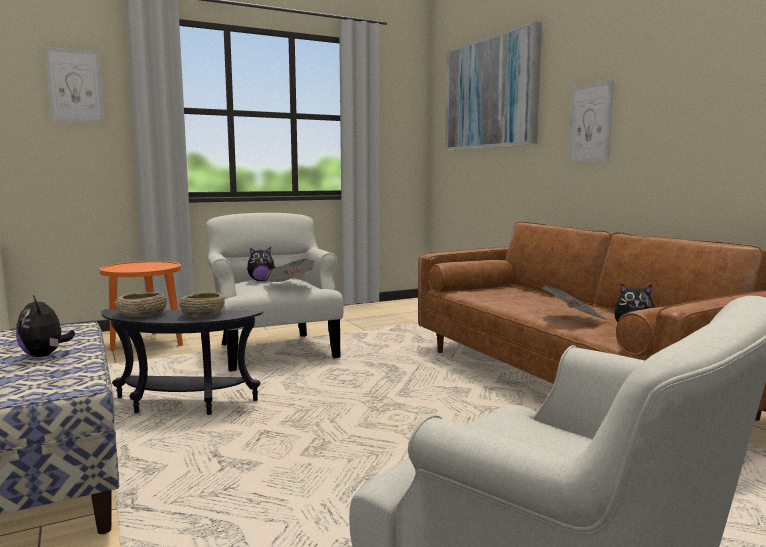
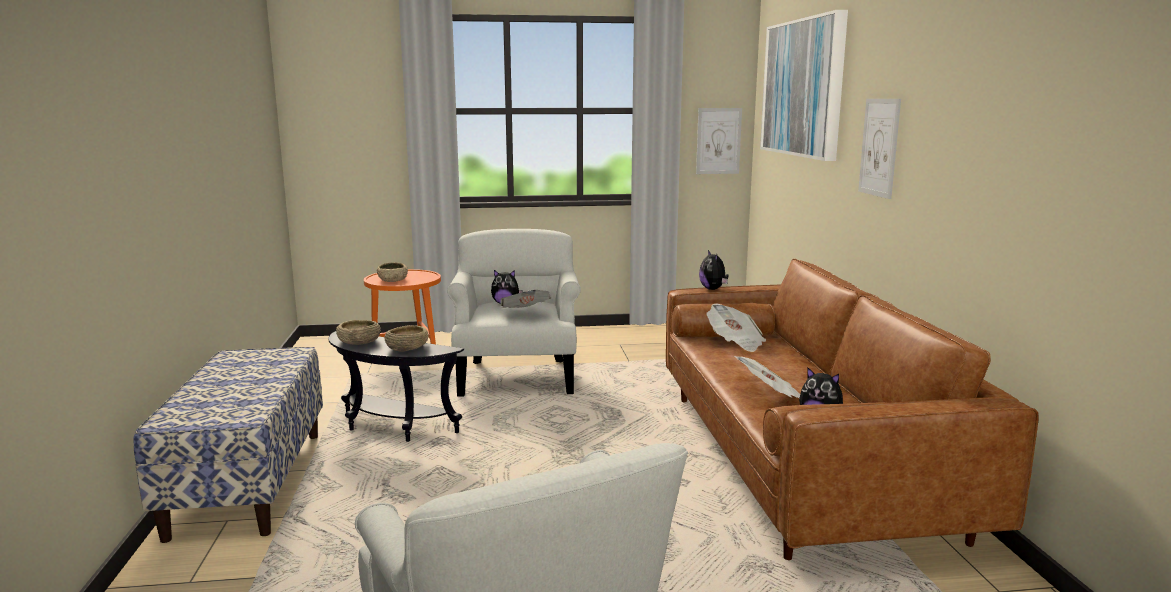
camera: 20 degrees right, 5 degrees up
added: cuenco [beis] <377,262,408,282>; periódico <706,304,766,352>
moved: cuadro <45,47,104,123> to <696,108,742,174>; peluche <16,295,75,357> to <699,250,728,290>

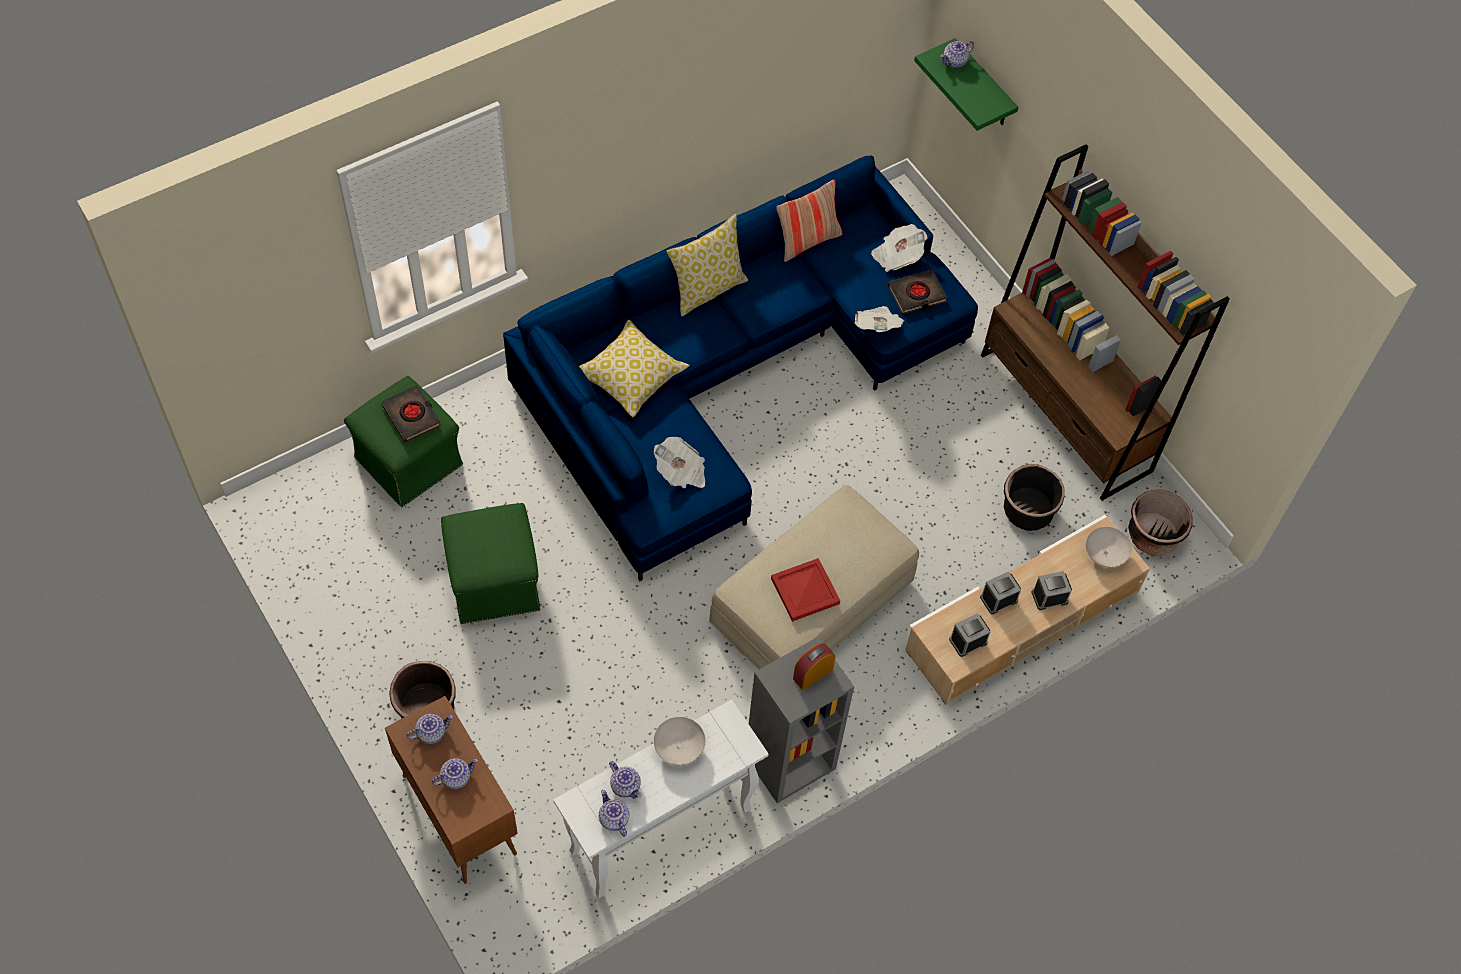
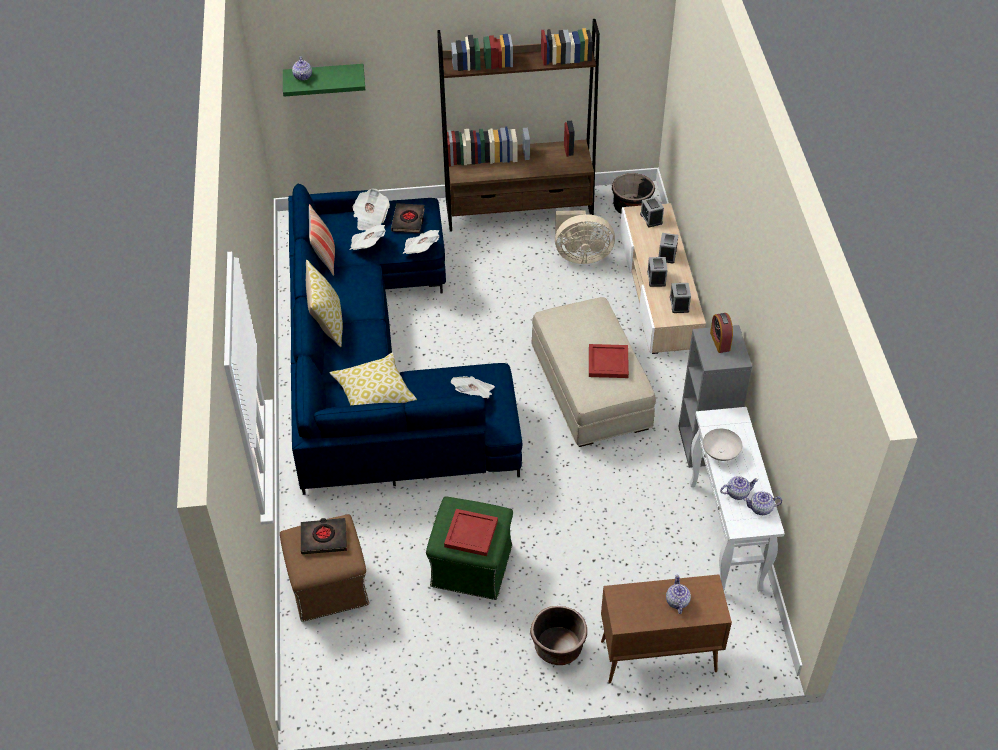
camera: 60 degrees left, 10 degrees down
removed: tetera <406,714,453,744>
added: periódico <350,225,386,250>; bandeja [rojo] <444,509,498,556>
replaced: maceta [negro] <1004,464,1064,531> to ventilador [beis] <555,210,615,264>; cuenco [blanco] <1086,527,1132,568> to despertador <640,197,664,228>
recoloured: puf [verde] <344,376,463,507> to puf [marrón] <280,514,369,622>

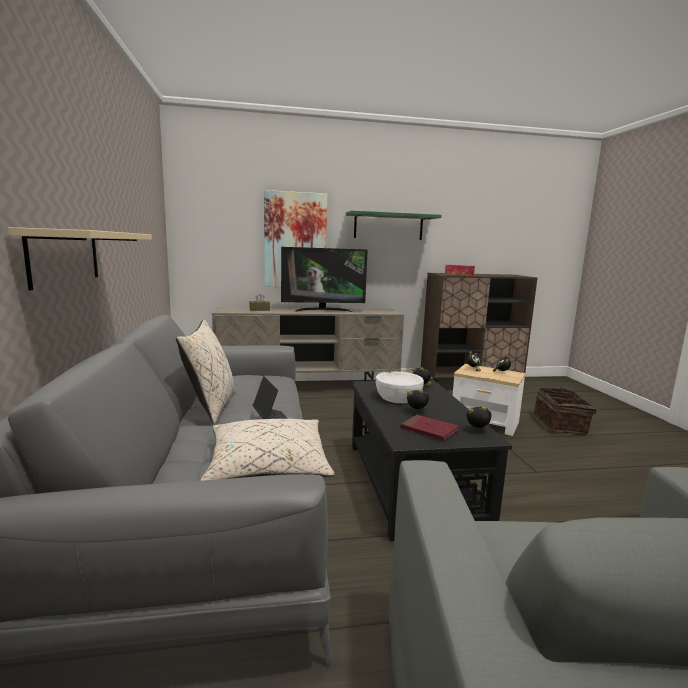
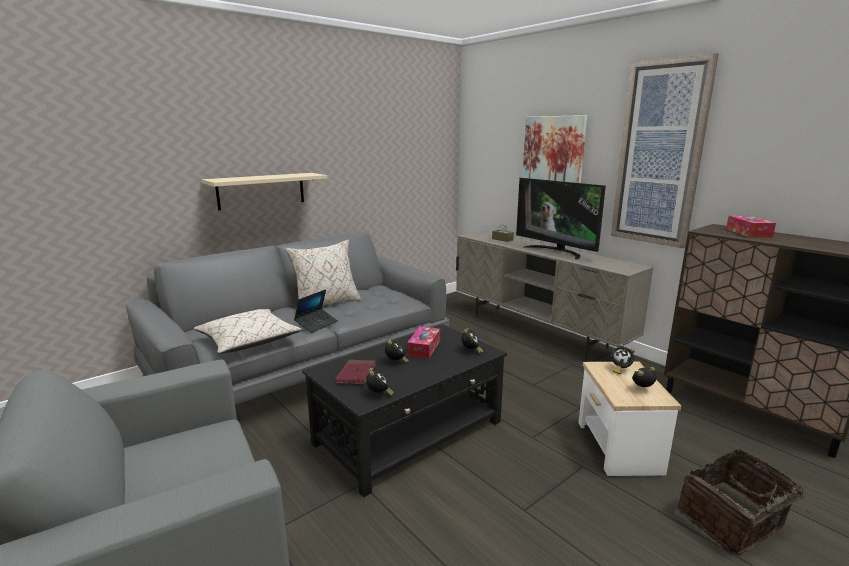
camera: 60 degrees right, 5 degrees up
replaced: estante [verde] <346,211,442,240> to cuadro <611,53,719,248>; cuenco [blanco] <376,371,424,403> to caja de pañuelos <407,326,440,359>

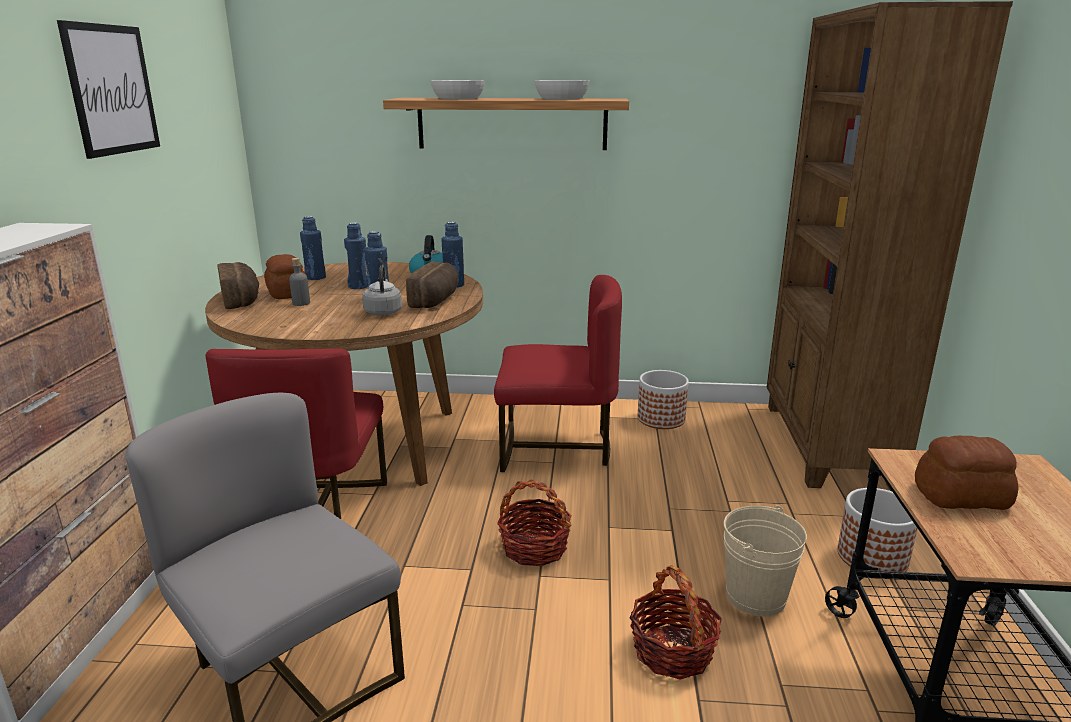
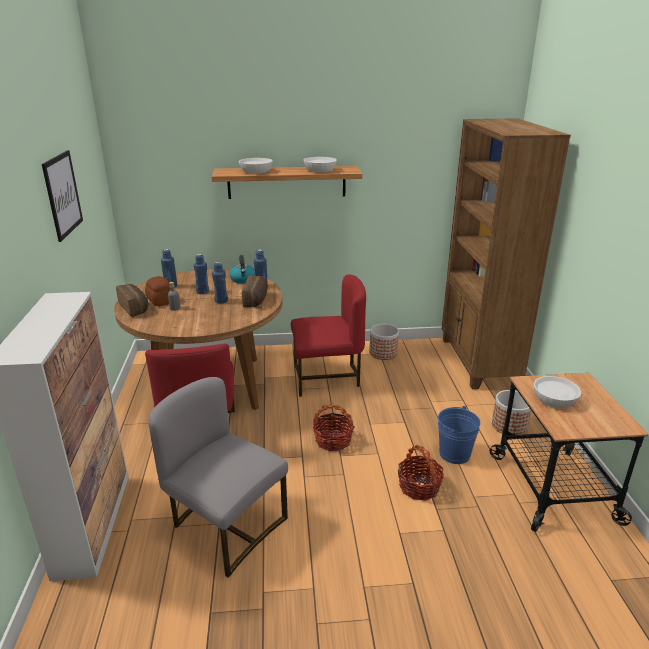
camera: 10 degrees left, 5 degrees up
removed: hervidor [gris] <362,265,402,316>
replaced: pan <915,435,1018,510> to cuenco [blanco] <534,376,581,408>
recoloured: cubo [beis] <724,505,807,617> to cubo [azul] <438,406,480,464>

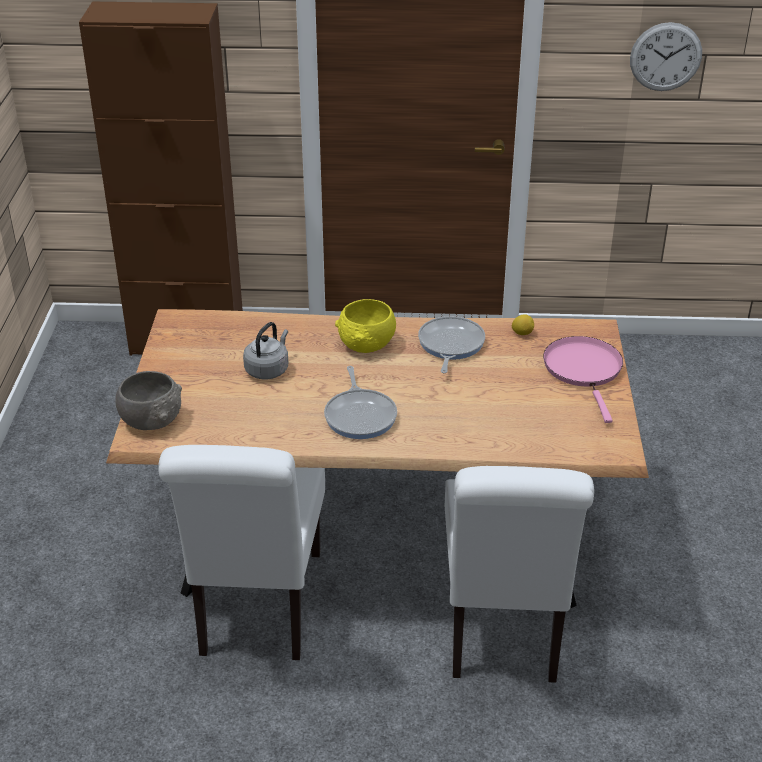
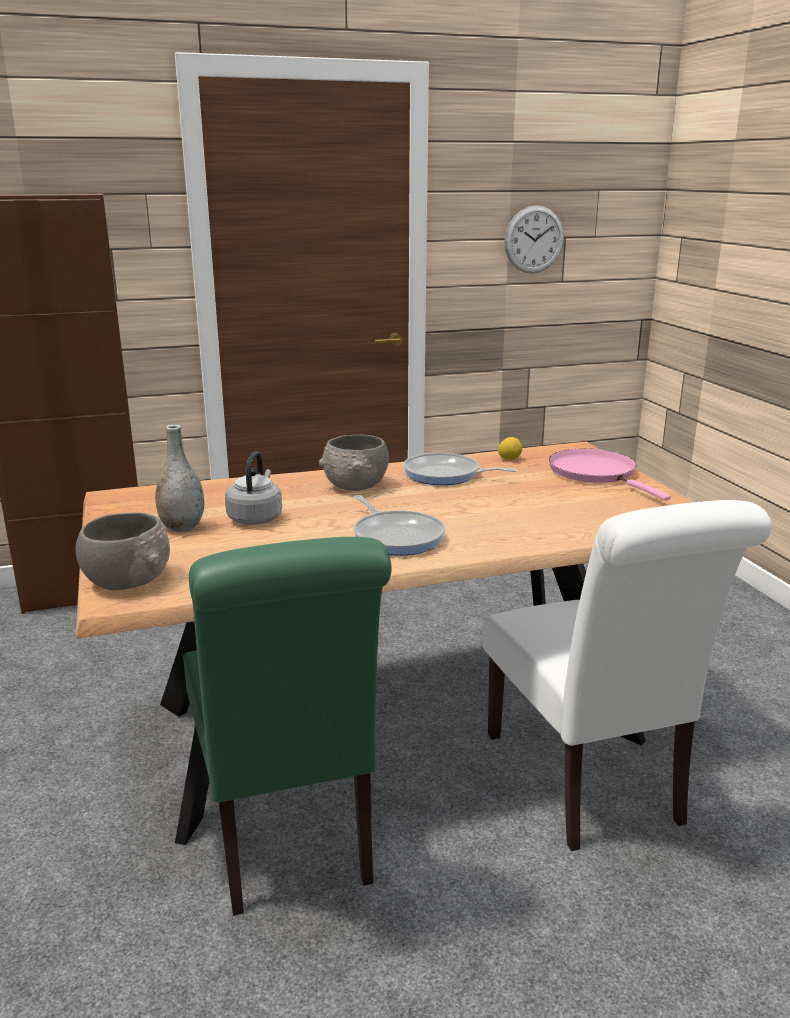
camera: 20 degrees left, 15 degrees down
added: florero [gris] <155,425,204,532>
recoloured: cuenco [amarillo] <335,299,396,353> to cuenco [gris] <319,435,389,491>; silla [blanco] <158,445,325,660> to silla [verde] <183,537,392,916>
turned: sartén <418,316,485,373> = <403,453,517,485> 60 degrees counterclockwise

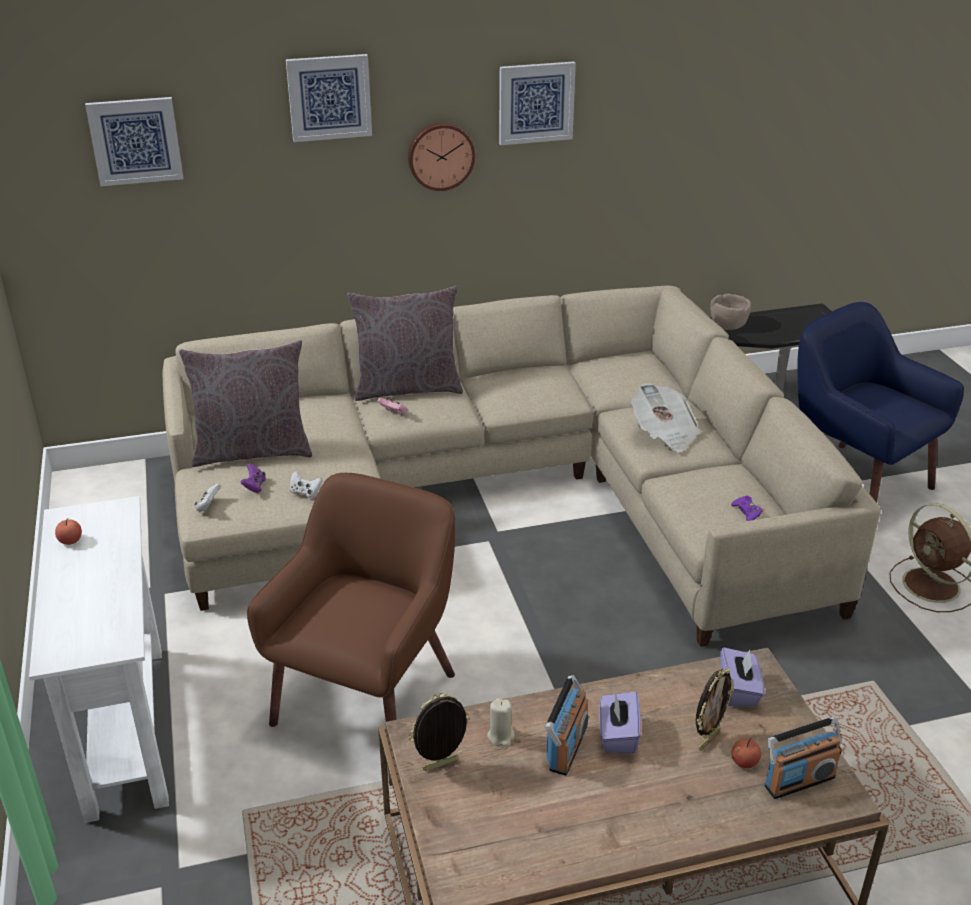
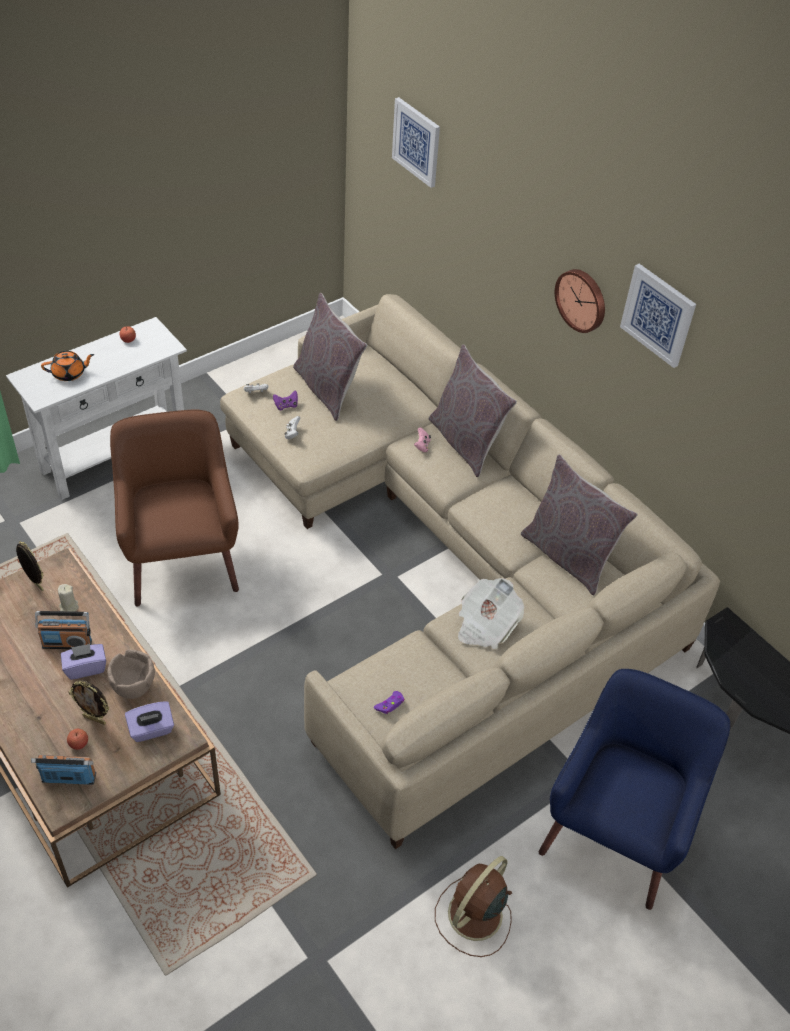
camera: 65 degrees right, 15 degrees up
removed: cuadro <286,54,372,142>
added: tetera [naranja] <41,351,94,381>; cojín [gris] <521,454,638,595>
moved: cuenco [marrón] <710,294,751,330> to <107,650,155,699>
turned: sillón [marrón] <247,473,455,727> = <110,410,239,606> 105 degrees counterclockwise; radio <765,717,842,799> = <31,755,96,785> 135 degrees clockwise

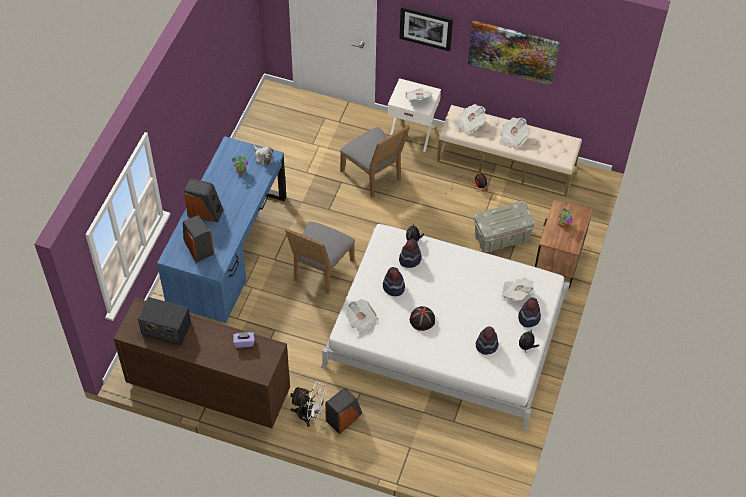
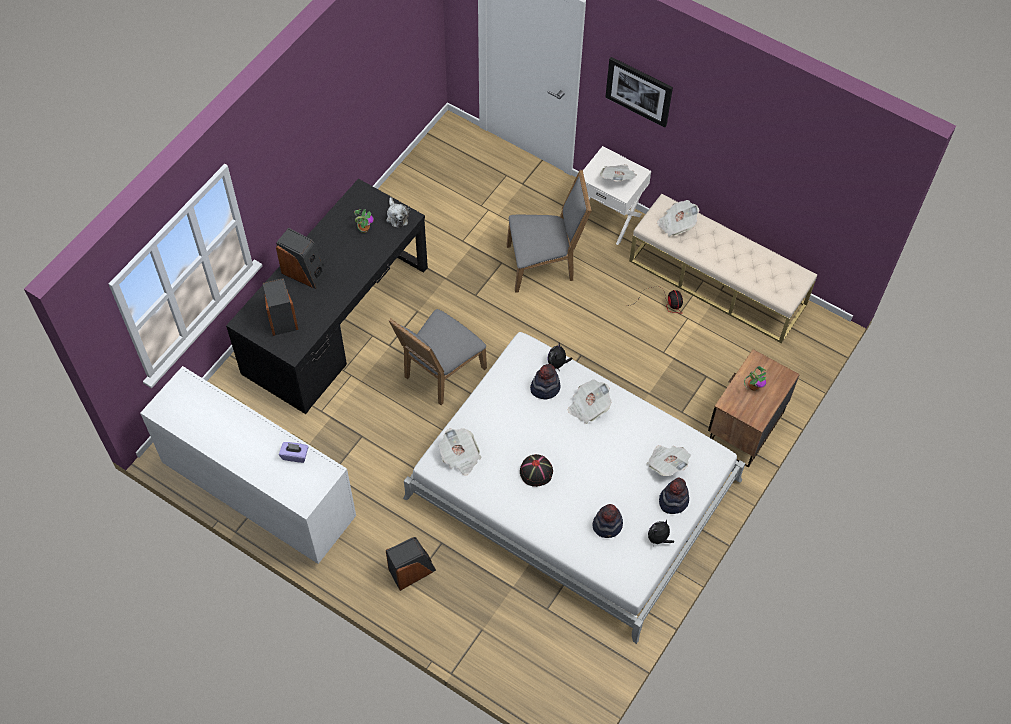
camera: 15 degrees right, 5 degrees up
removed: cuadro <468,20,560,85>; caja de almacenaje [gris] <474,201,535,252>; sombrero <383,267,405,296>; radio <138,297,191,345>; ventilador [blanco] <290,381,327,427>
moved: periódico <499,117,530,148> to <568,379,611,424>
recoloured: escritorio [azul] <157,136,286,323> to escritorio [negro] <226,179,428,414>; cómoda [marrón] <114,298,290,428> to cómoda [blanco] <140,366,356,564>
turned: silla [gris] <340,125,410,198> = <507,170,592,293> 75 degrees counterclockwise

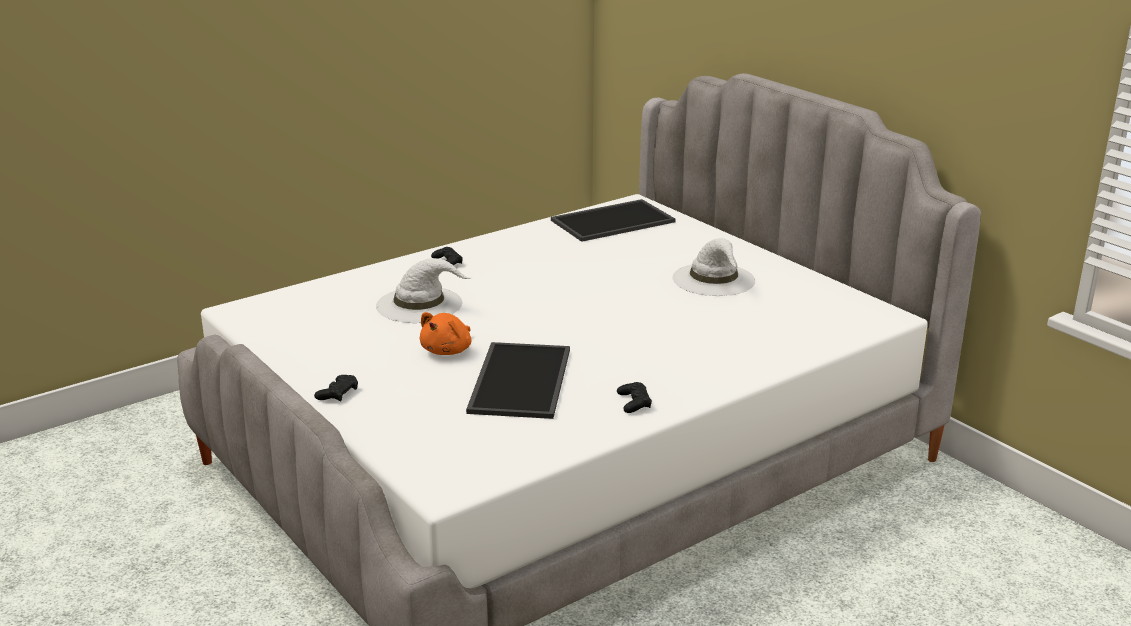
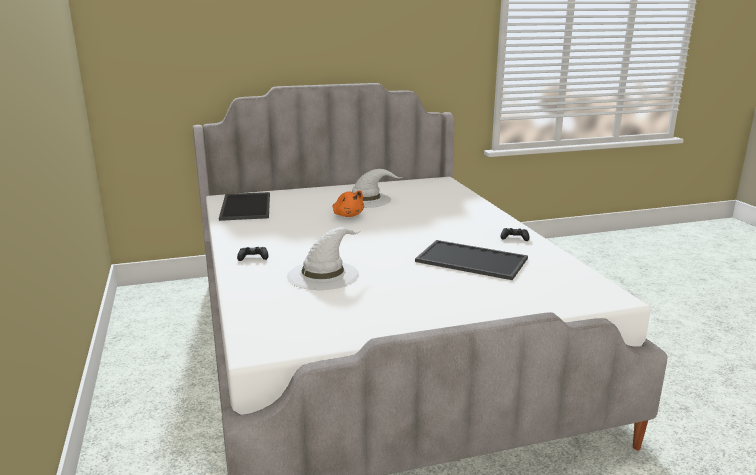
camera: 70 degrees left, 5 degrees down
removed: mando de consola [negro] <314,375,358,402>
moved: peluche [naranja] <420,312,471,355> to <332,190,364,217>

